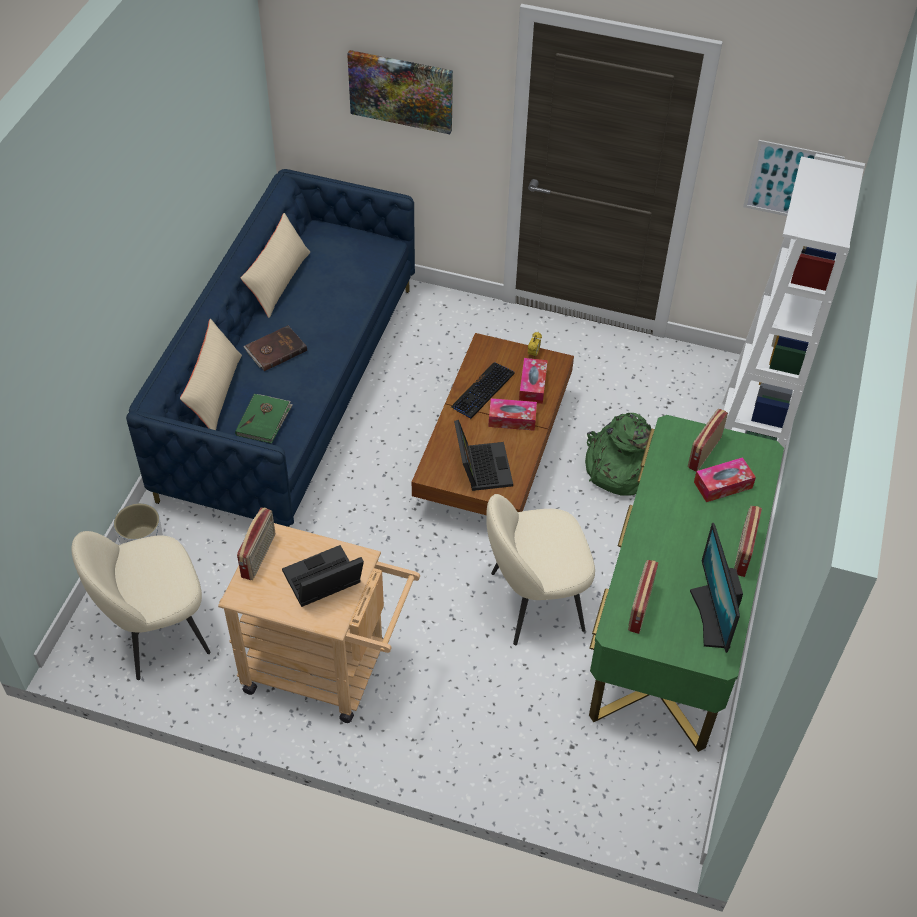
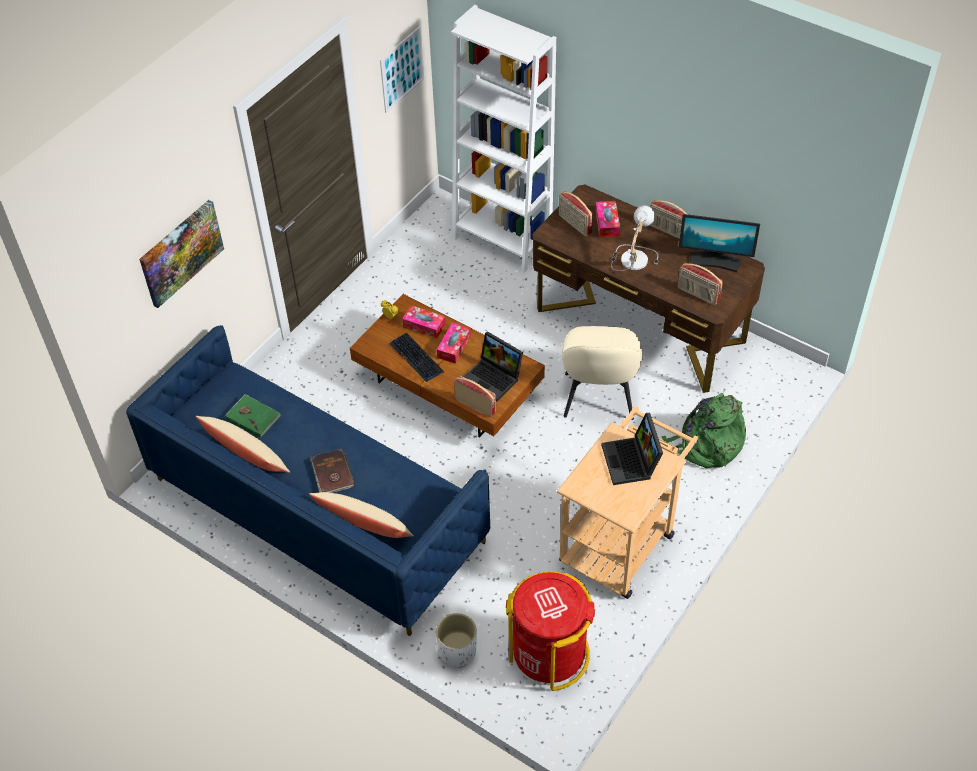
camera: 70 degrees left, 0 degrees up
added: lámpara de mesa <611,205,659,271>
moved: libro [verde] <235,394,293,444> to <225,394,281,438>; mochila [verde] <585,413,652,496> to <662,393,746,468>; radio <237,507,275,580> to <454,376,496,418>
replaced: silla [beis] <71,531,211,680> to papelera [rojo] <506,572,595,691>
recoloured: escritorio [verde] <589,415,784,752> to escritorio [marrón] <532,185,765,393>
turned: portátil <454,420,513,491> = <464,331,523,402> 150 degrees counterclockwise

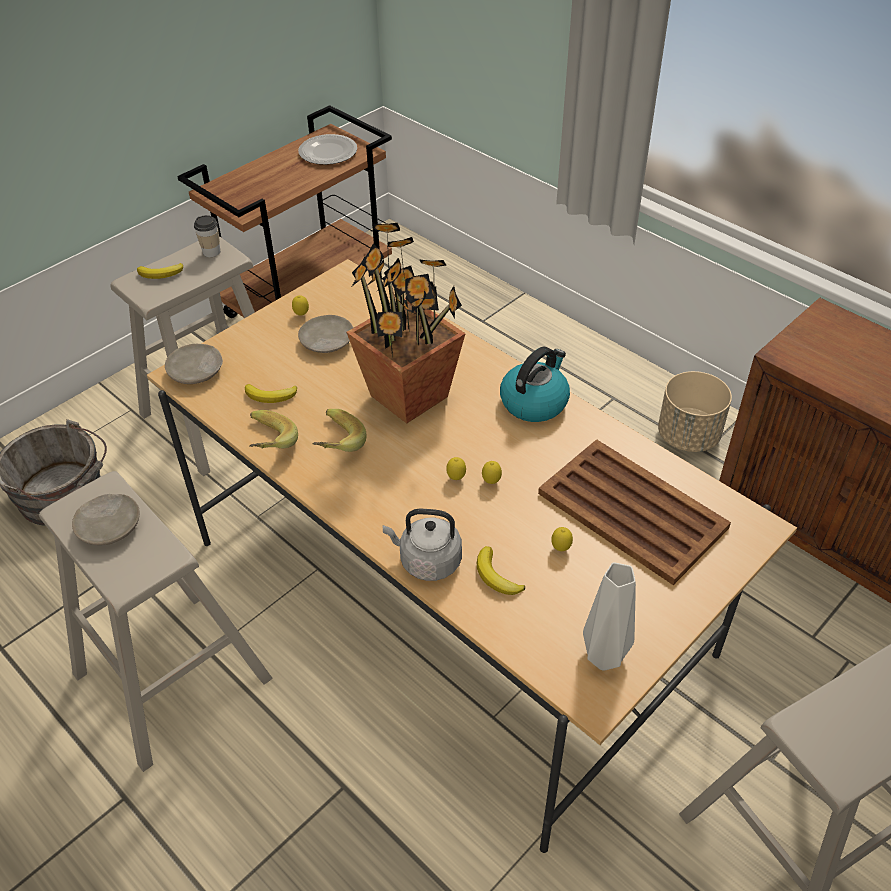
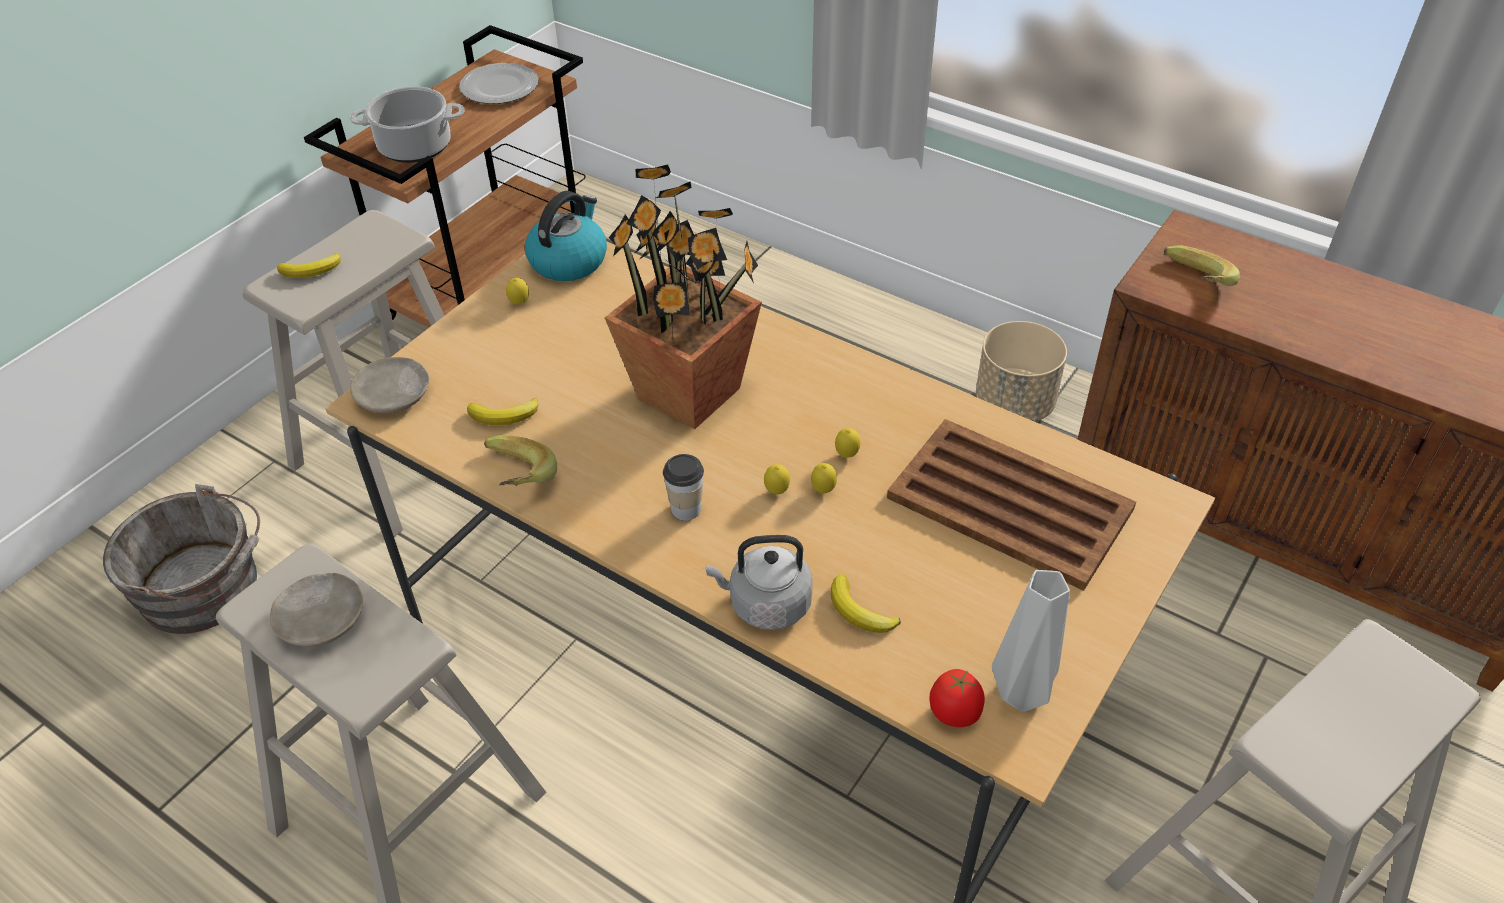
camera: 10 degrees left, 0 degrees up
removed: plato [beis] <298,315,353,353>
added: olla <350,86,465,163>; tomate <929,669,985,727>
moved: taza <194,215,220,257> to <663,454,704,521>; hervidor <500,346,570,422> to <525,191,607,281>; plátano <313,409,366,452> to <1164,245,1240,286>; limón <551,527,573,551> to <835,428,860,458>

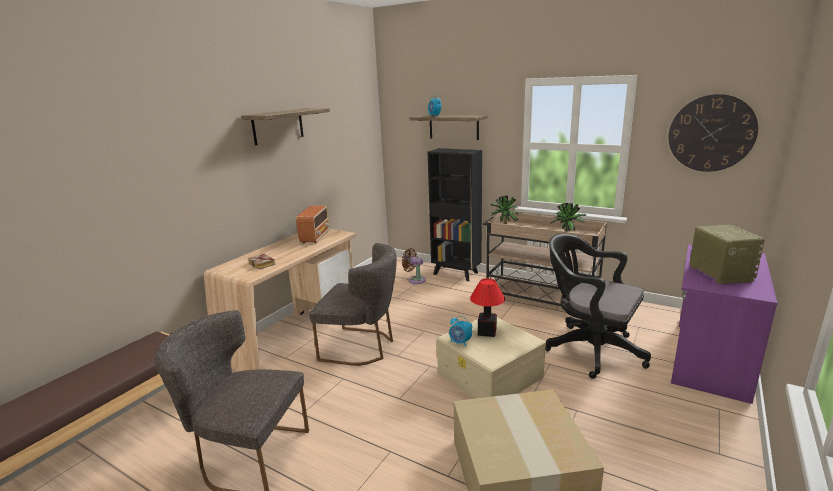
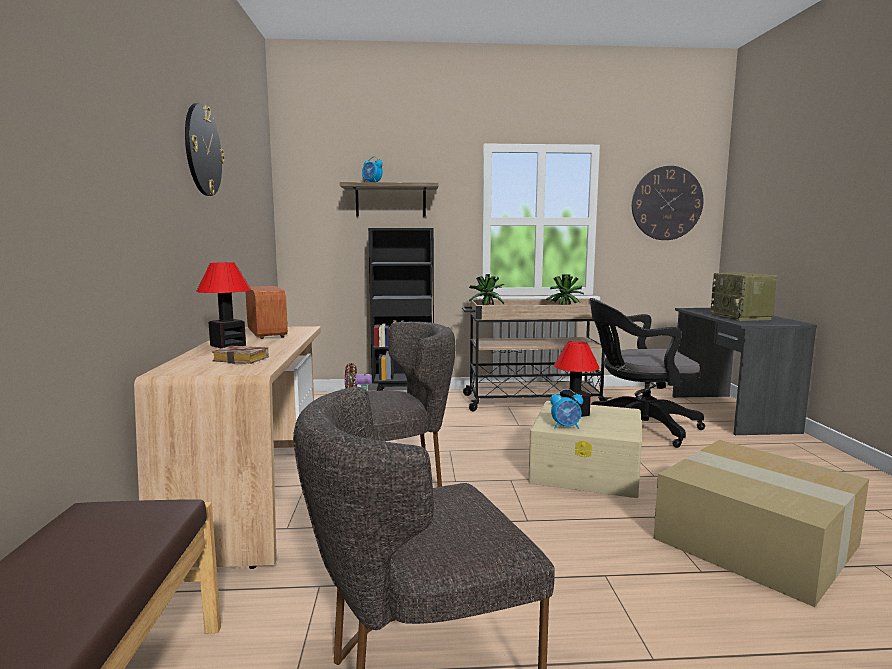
camera: 35 degrees left, 10 degrees down
added: lámpara de mesa <196,262,252,348>
replaced: estante <241,108,330,145> to reloj de pared <185,103,225,196>
recoloured: escritorio [morado] <671,244,778,404> to escritorio [gris] <672,308,817,435>
turned: radio <690,225,765,284> = <710,273,777,321> 150 degrees counterclockwise

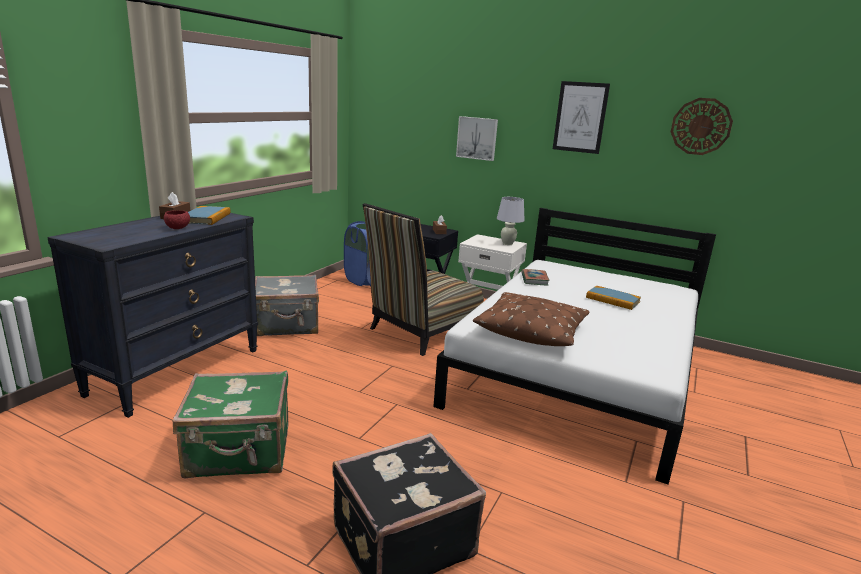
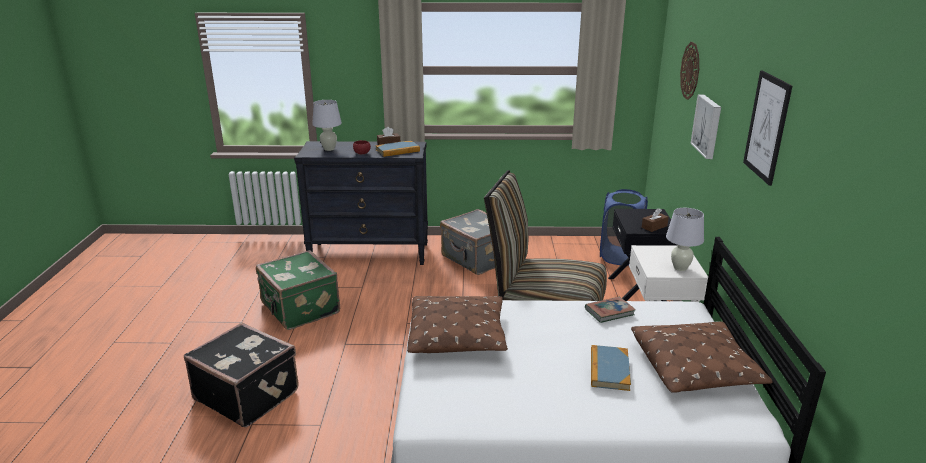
camera: 65 degrees right, 5 degrees up
added: lámpara de mesa [blanco] <312,100,342,151>; cojín [marrón] <631,321,773,393>
moved: reloj de pared <671,98,733,155> to <680,42,699,100>

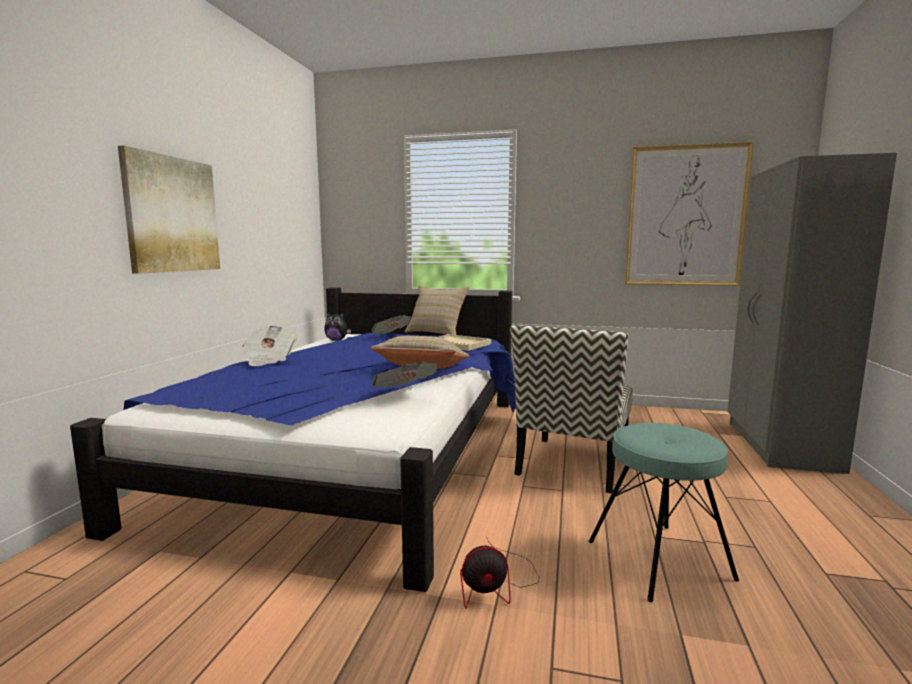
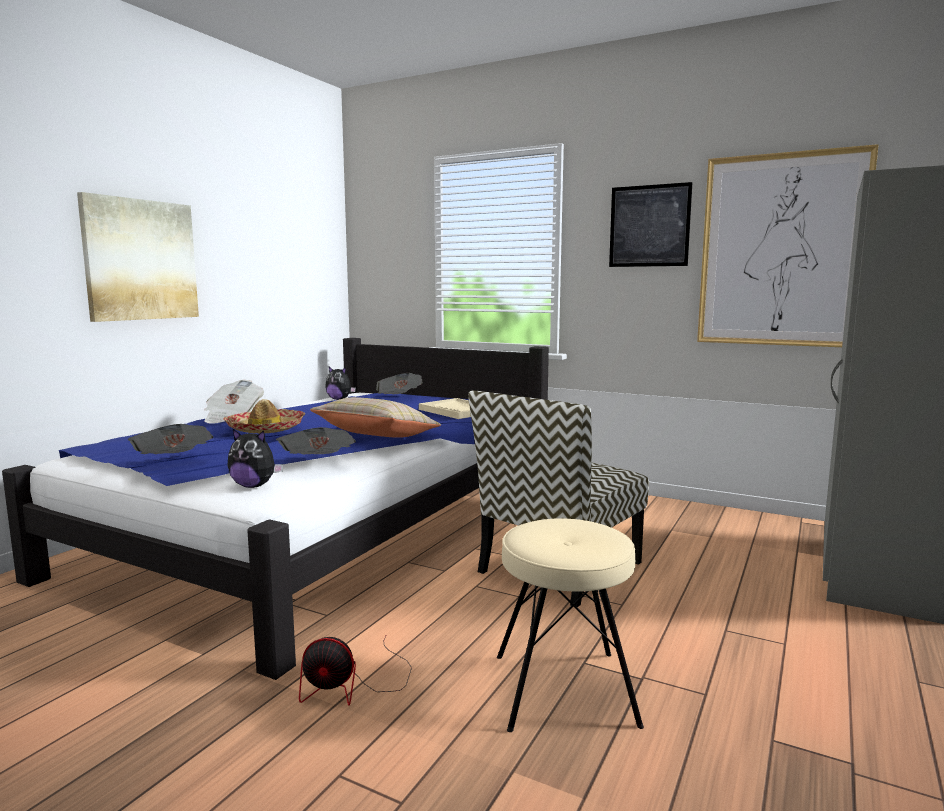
camera: 15 degrees right, 0 degrees up
removed: cojín [beis] <405,285,470,335>
added: cuadro <609,182,693,267>; sombrero <223,399,305,433>; periódico <127,424,213,454>; peluche <228,428,283,488>
recoloured: taburete [turquesa] <589,423,739,602> to taburete [beis] <497,518,644,732>

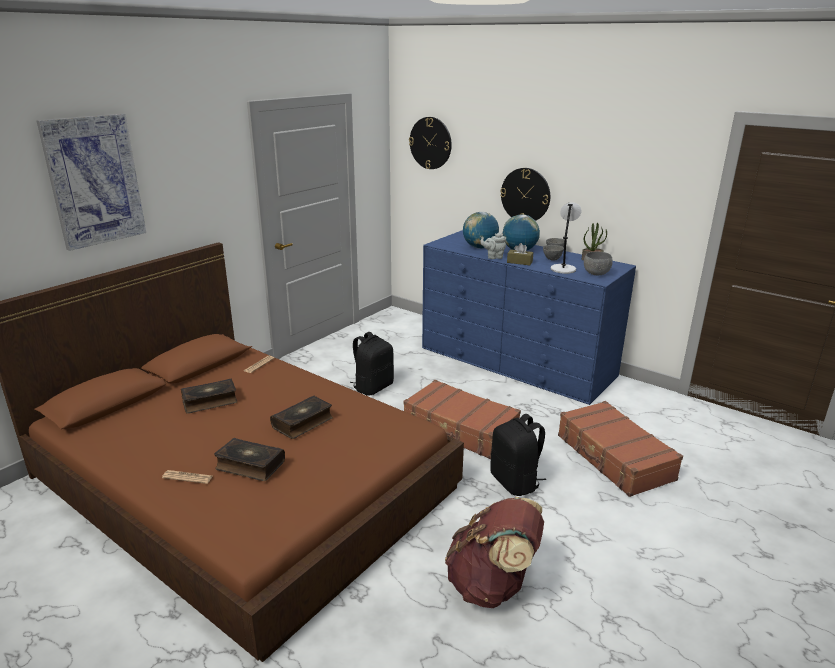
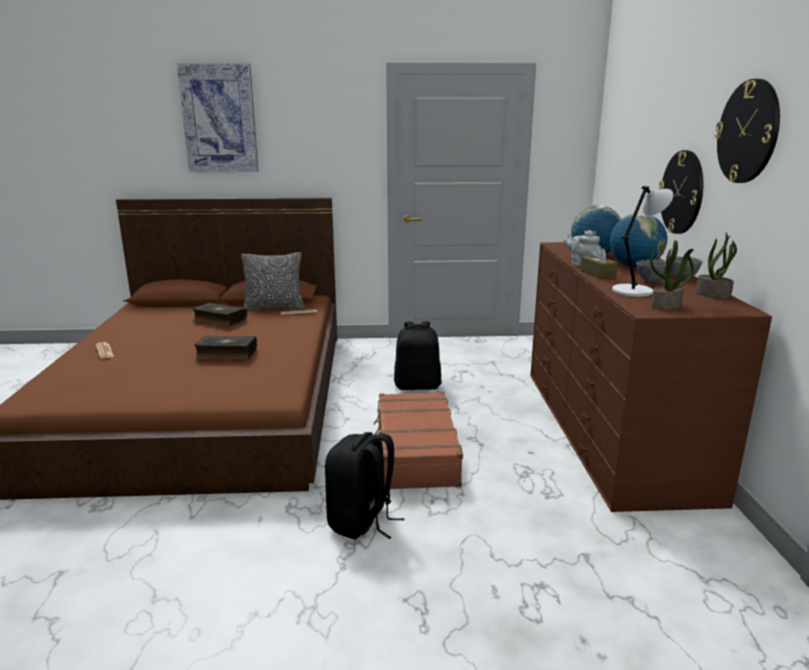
camera: 50 degrees right, 5 degrees down
removed: maleta [marrón] <558,401,683,497>; libro <214,438,285,481>; mochila [marrón] <445,497,544,608>
added: cojín <241,252,304,311>
moved: reloj de pared <409,117,452,169> to <715,79,780,183>
replaced: cuenco [gris] <584,252,613,276> to planta en maceta <650,240,694,310>
recoloured: cómoda [azul] <422,230,636,405> to cómoda [marrón] <530,242,772,512>

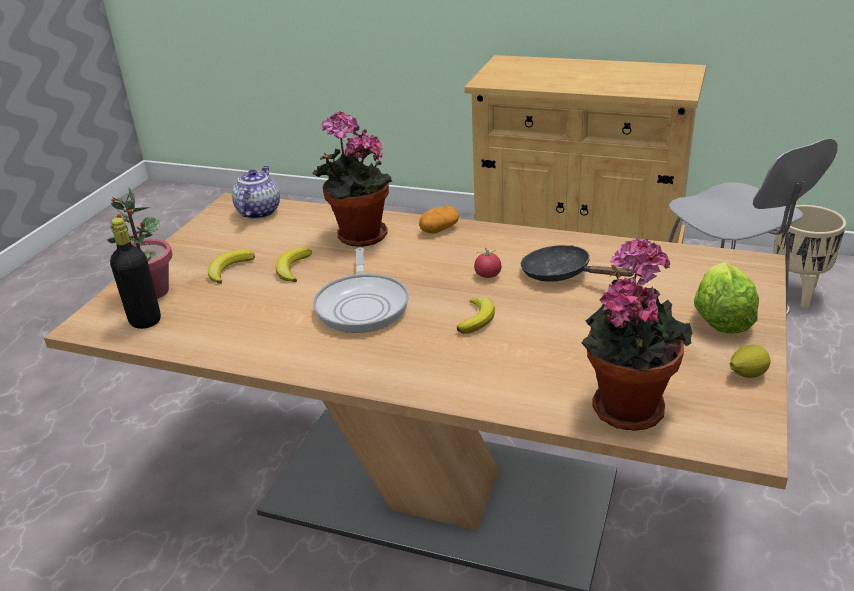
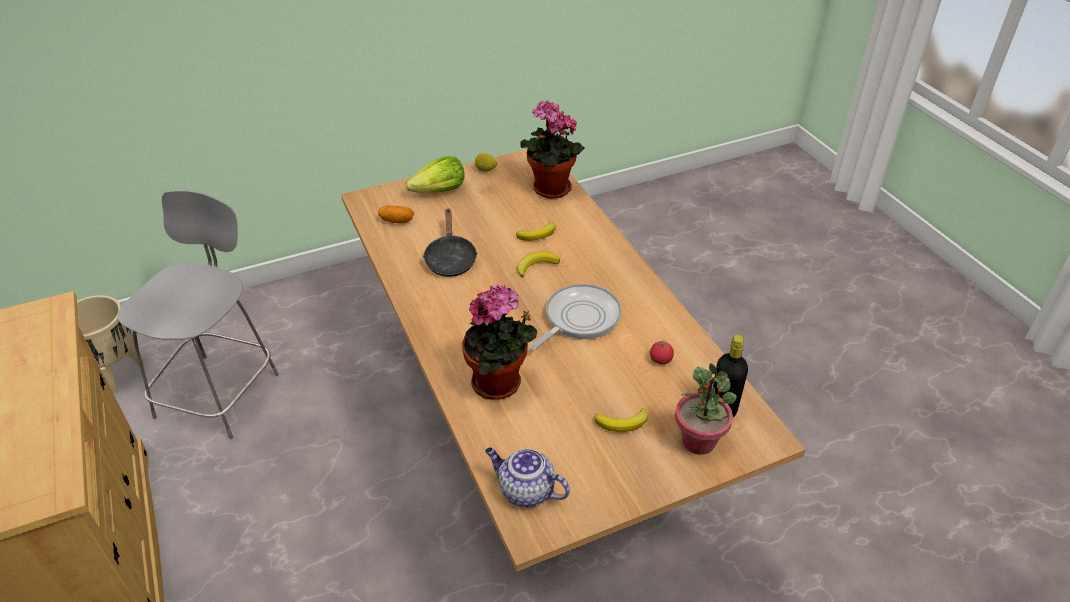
camera: 135 degrees left, 10 degrees up
moved: patata <419,206,459,234> to <378,205,414,223>; plátano <276,247,312,282> to <516,222,556,241>; tomate <474,248,502,278> to <650,340,674,364>
turned: tetera <232,166,280,219> = <485,447,570,507> 60 degrees clockwise

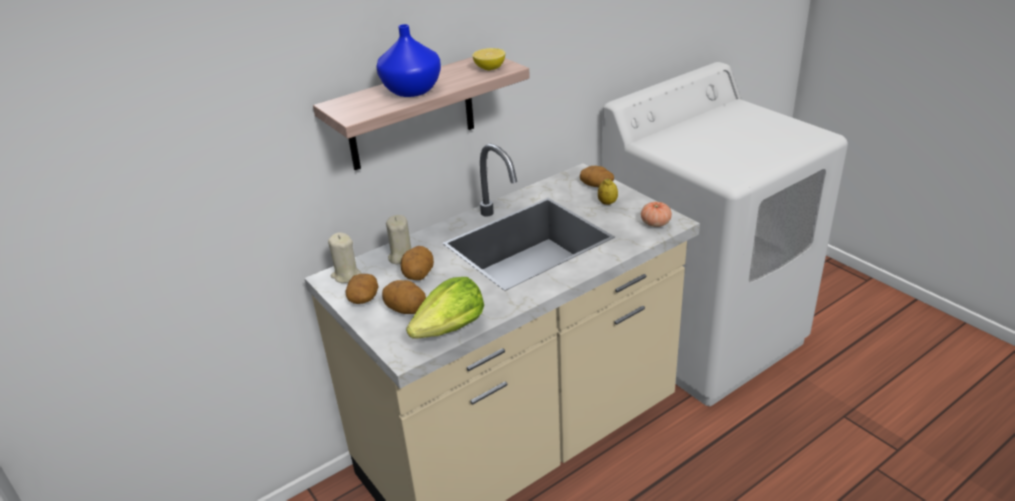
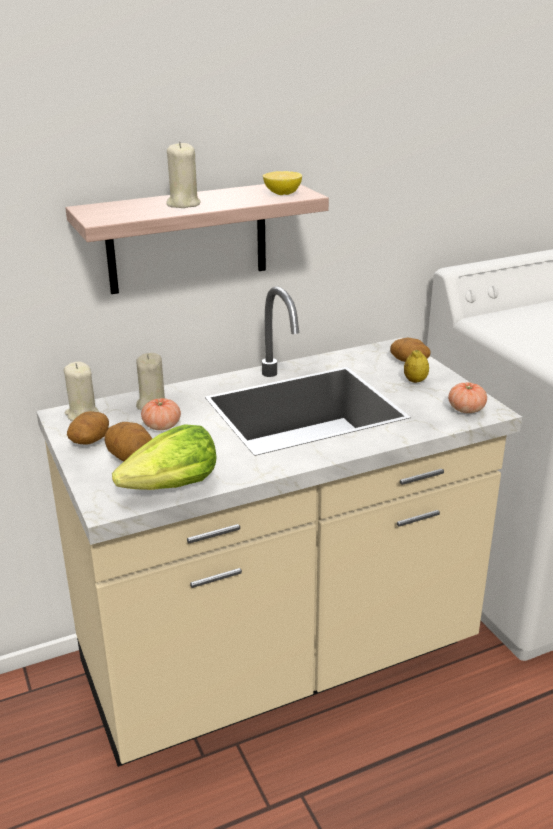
camera: 10 degrees right, 5 degrees down
replaced: florero [azul] <376,24,441,97> to vela [beis] <166,142,200,208>; patata <400,246,434,280> to tomate <141,398,181,430>

